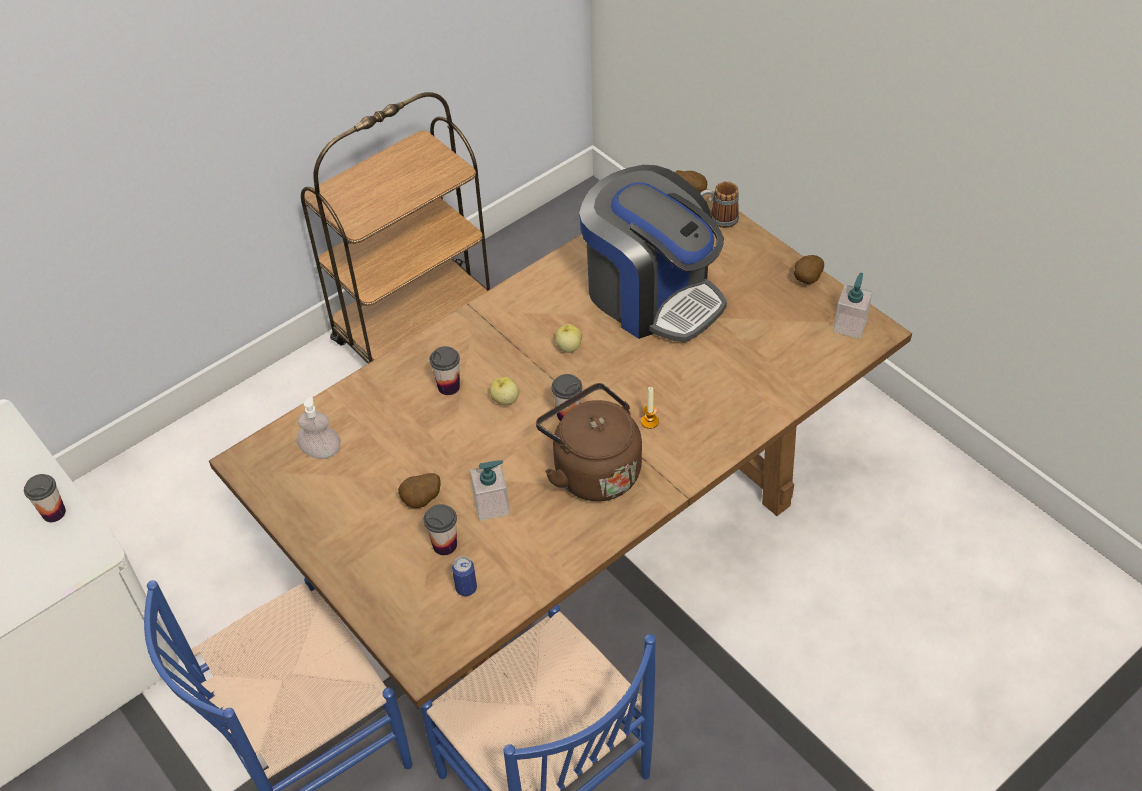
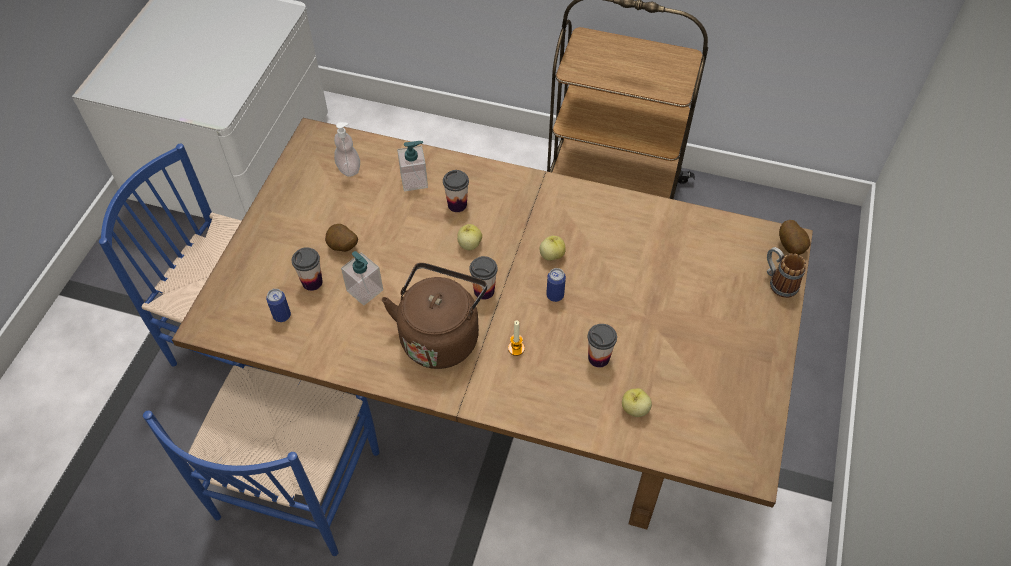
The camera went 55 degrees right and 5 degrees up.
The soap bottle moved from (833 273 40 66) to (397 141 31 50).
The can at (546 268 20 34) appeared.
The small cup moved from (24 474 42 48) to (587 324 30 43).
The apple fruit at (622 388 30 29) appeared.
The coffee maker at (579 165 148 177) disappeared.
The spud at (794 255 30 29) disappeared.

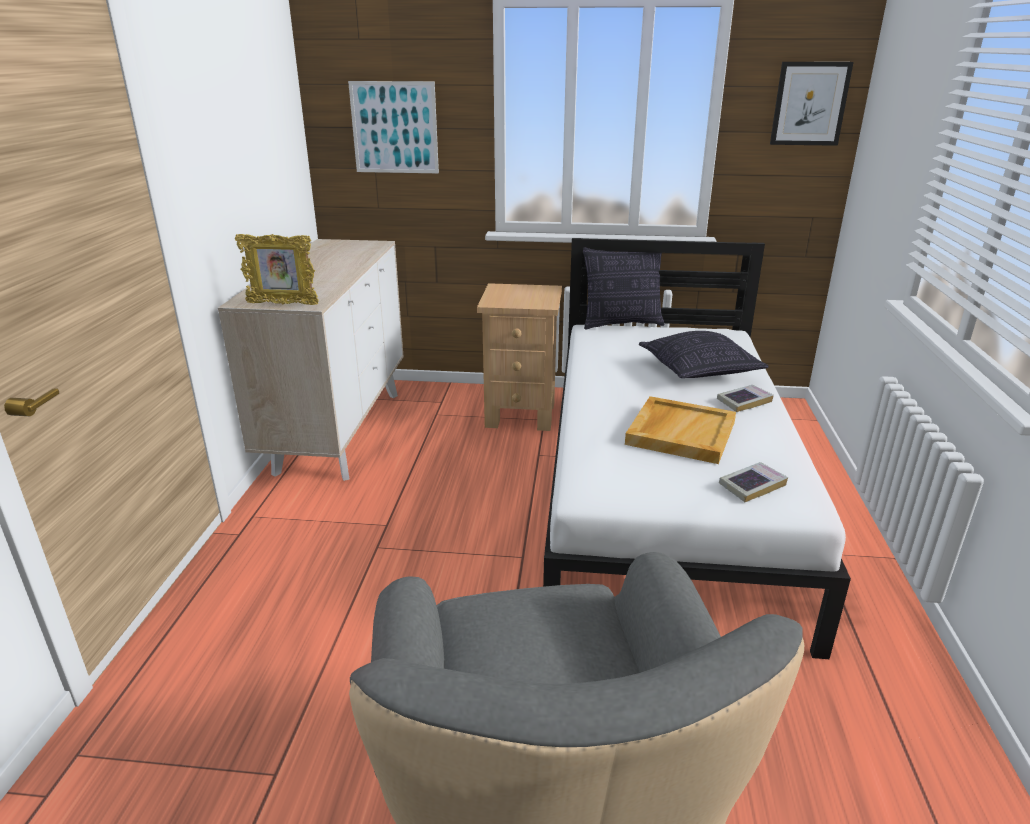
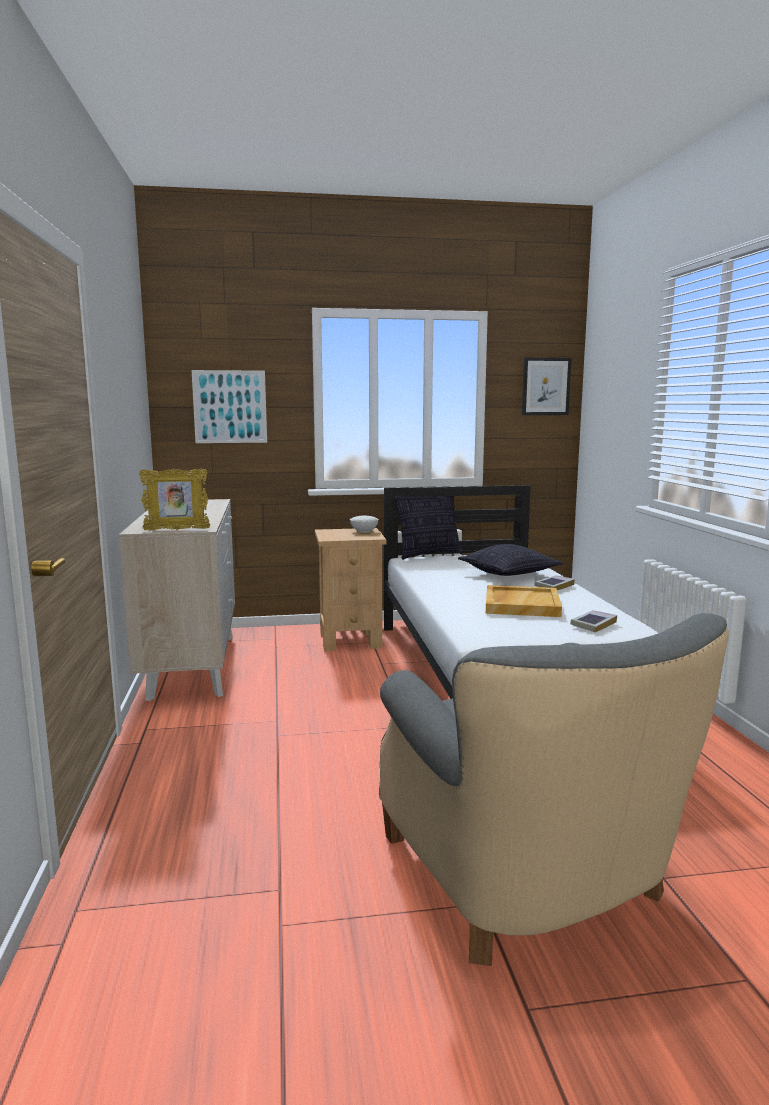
The camera went 15 degrees left and 15 degrees down.
The serving bowl/whitish at (350 516 28 17) appeared.

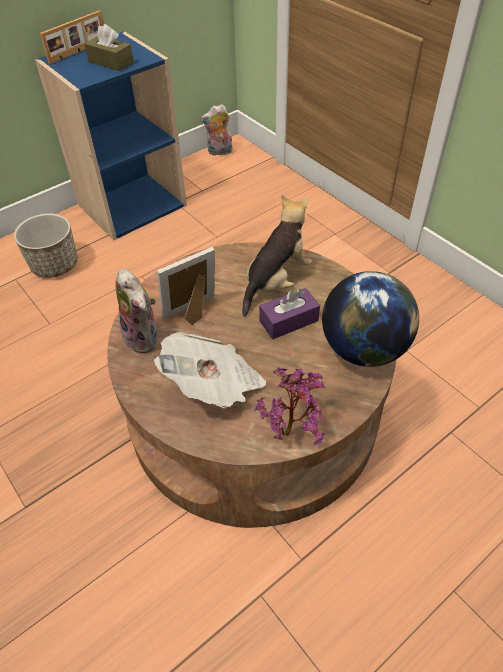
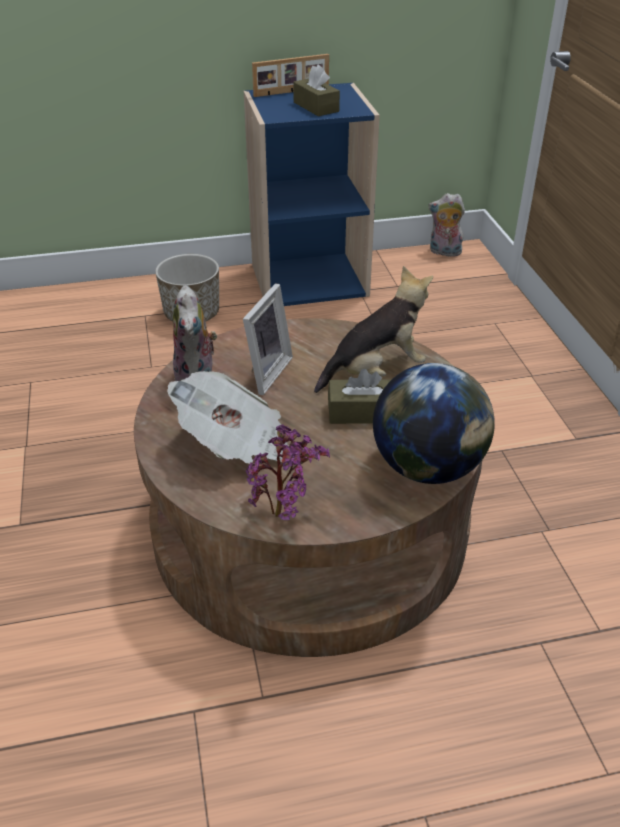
The camera went 25 degrees right and 10 degrees down.
The photo frame at (157 247 58 78) turned 120 degrees clockwise.
The box of tissues/purplish at (259 288 61 51) became the box of tissues/brown at (328 369 63 55).

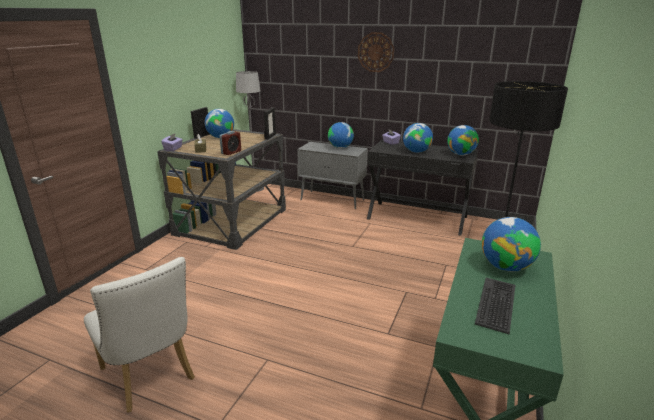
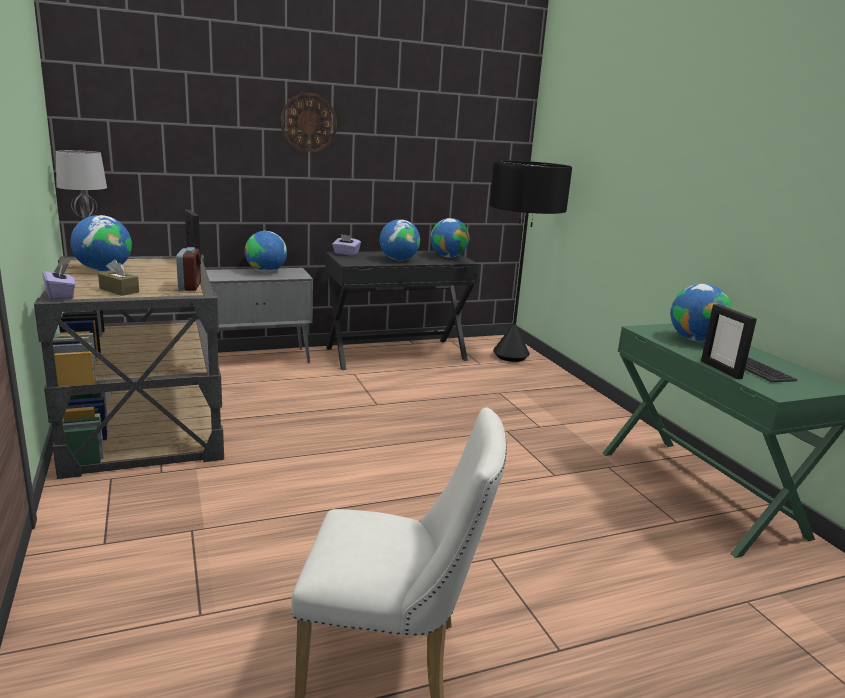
The camera went 45 degrees left and 5 degrees down.
The photo frame moved from (191 107 18 32) to (701 304 56 75).

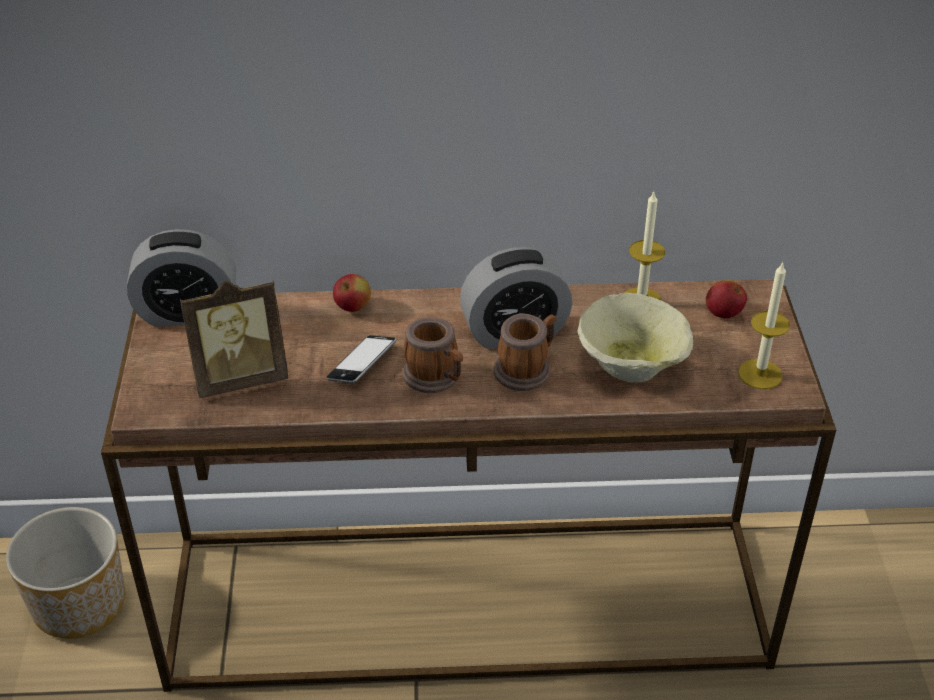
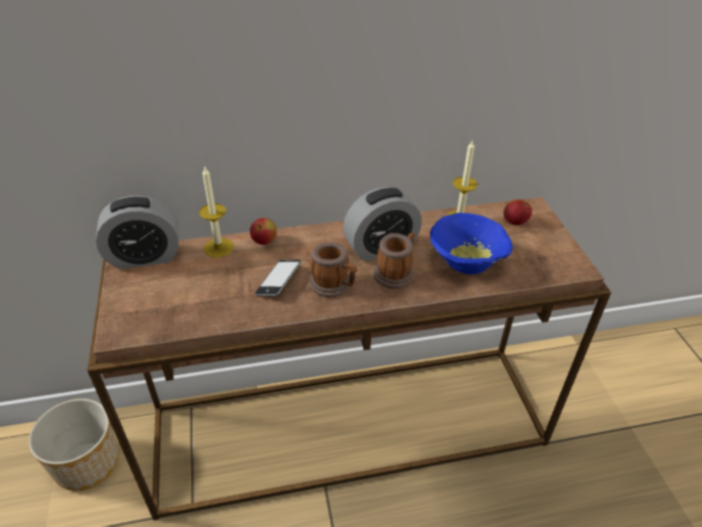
The camera went 10 degrees left and 0 degrees up.
The wax candle moved from (738 261 52 128) to (199 165 35 93).
The serving bowl/sand-coloured at (577 293 116 90) became the serving bowl/blue at (430 213 83 62).
The photo frame at (180 280 109 118) disappeared.

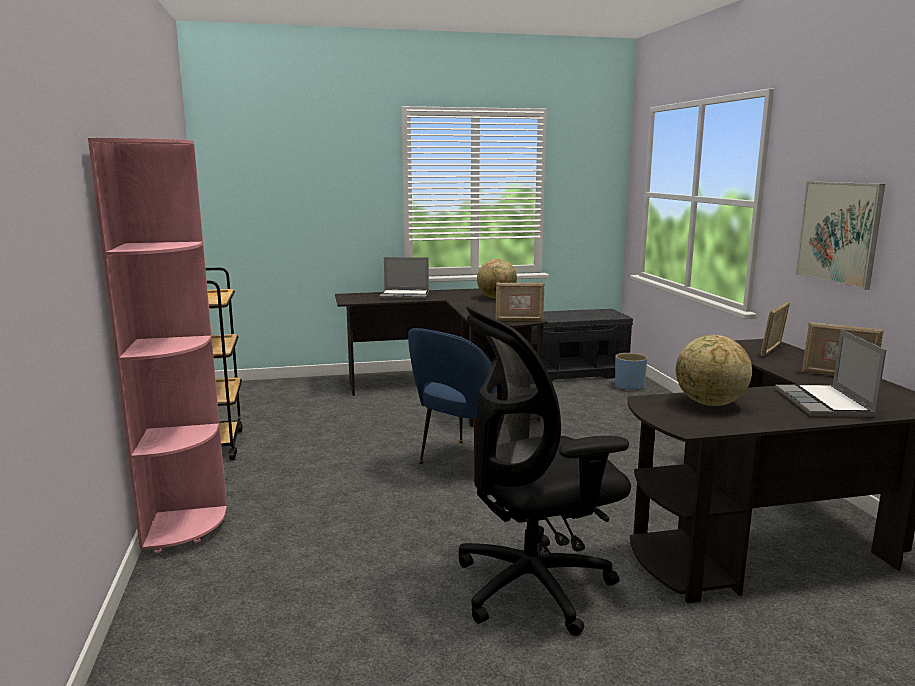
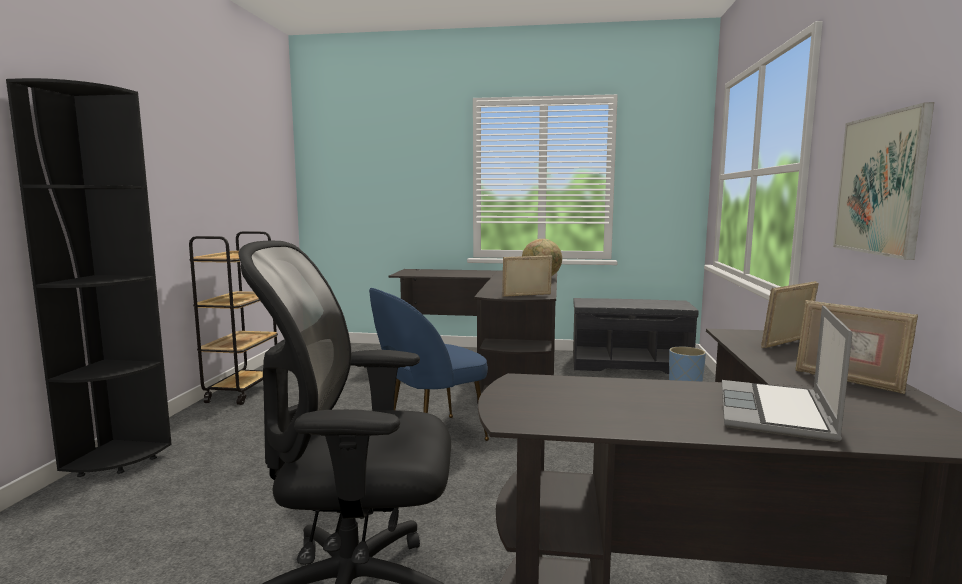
The camera went 20 degrees right and 5 degrees down.
The bookcase/pinkish at (88 138 139 415) became the bookcase/blackish at (6 78 166 399).
The photo frame at (495 283 49 38) turned 150 degrees clockwise.
The notebook computer at (380 257 49 43) disappeared.
The globe at (676 335 76 71) disappeared.

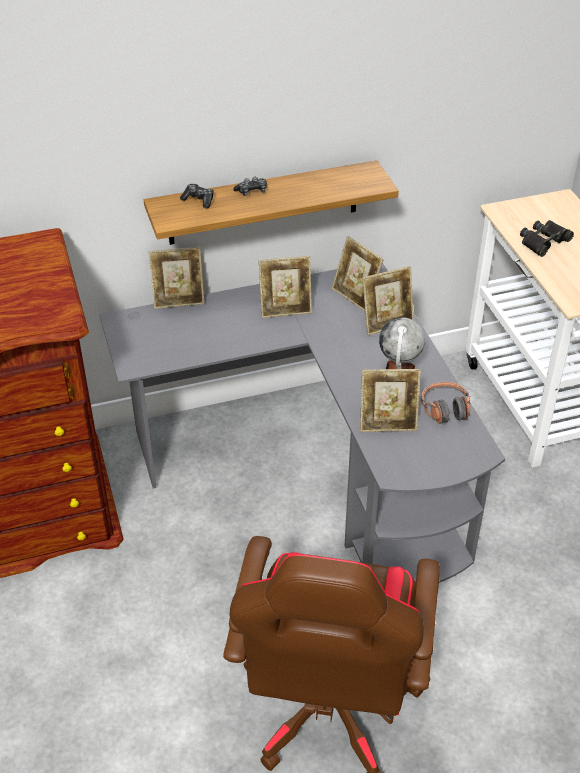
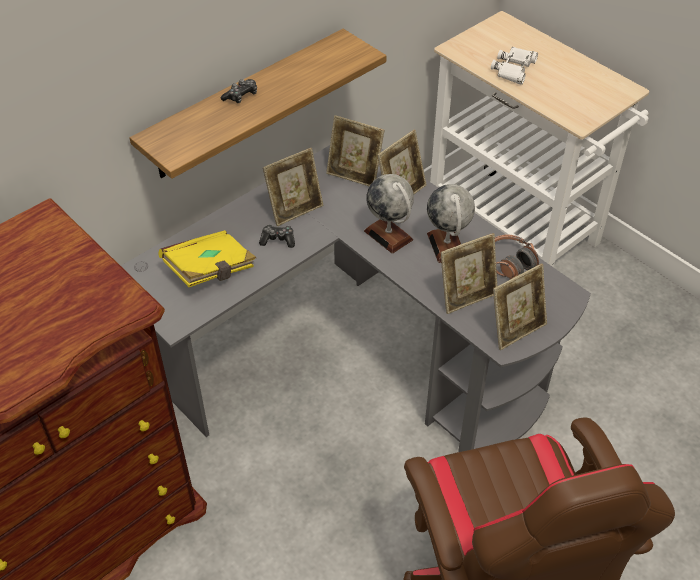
The camera went 25 degrees left and 5 degrees up.
The volume/yellowish at (159 230 97 57) appeared.
The joypad moved from (180 184 34 24) to (259 224 36 24).
The globe at (364 174 50 80) appeared.
The pair of binoculars/blackish at (520 220 54 37) became the pair of binoculars/whitish at (491 47 47 38).
The photo frame moved from (149 247 56 62) to (493 263 54 87).

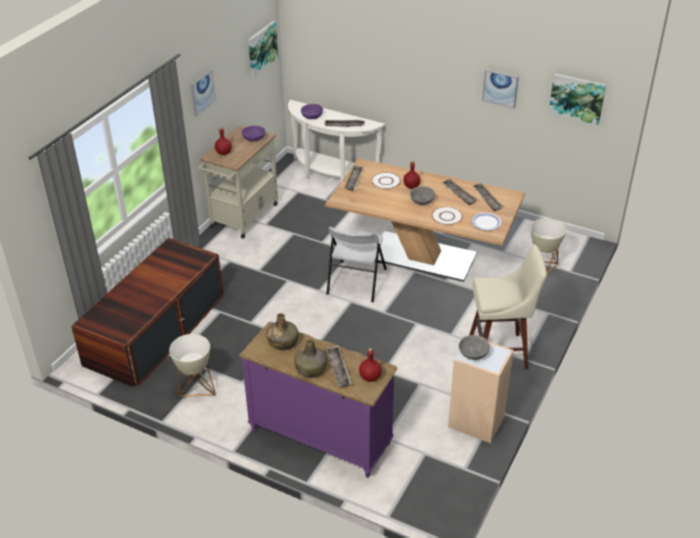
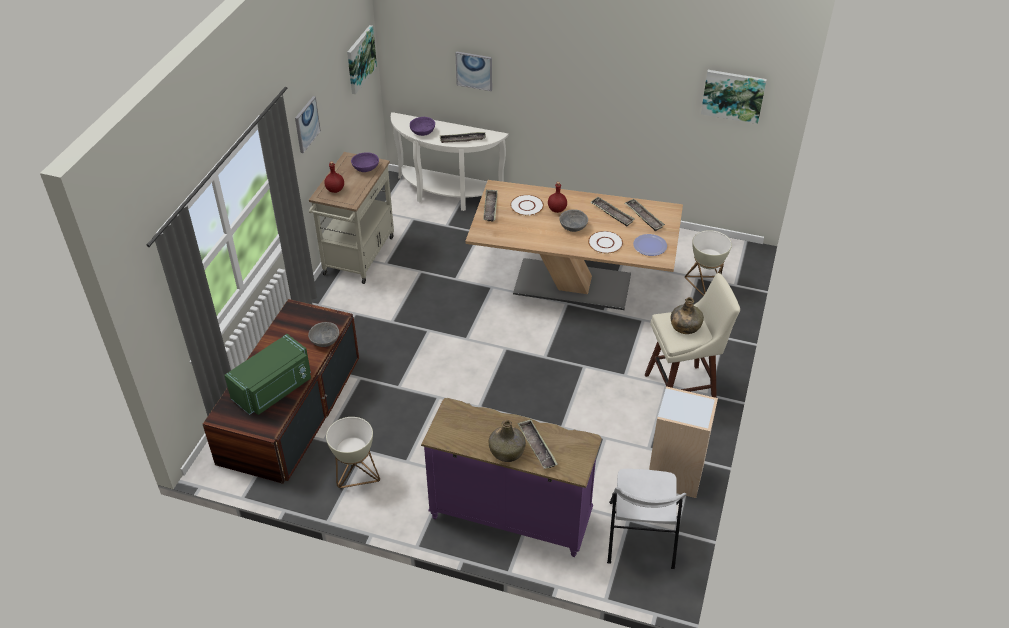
The camera went 10 degrees left and 5 degrees up.
The kitchen microwave/greenish at (224 334 87 81) appeared.
The serving bowl/grey moved from (459 335 31 25) to (308 322 31 25).
The picture moved from (482 69 37 39) to (456 51 36 40).
The upright chair/whitish moved from (326 227 61 75) to (607 469 79 100).
The bottle/greenish moved from (266 313 33 37) to (671 297 33 37).
The bottle/reddish at (359 348 23 34) disappeared.

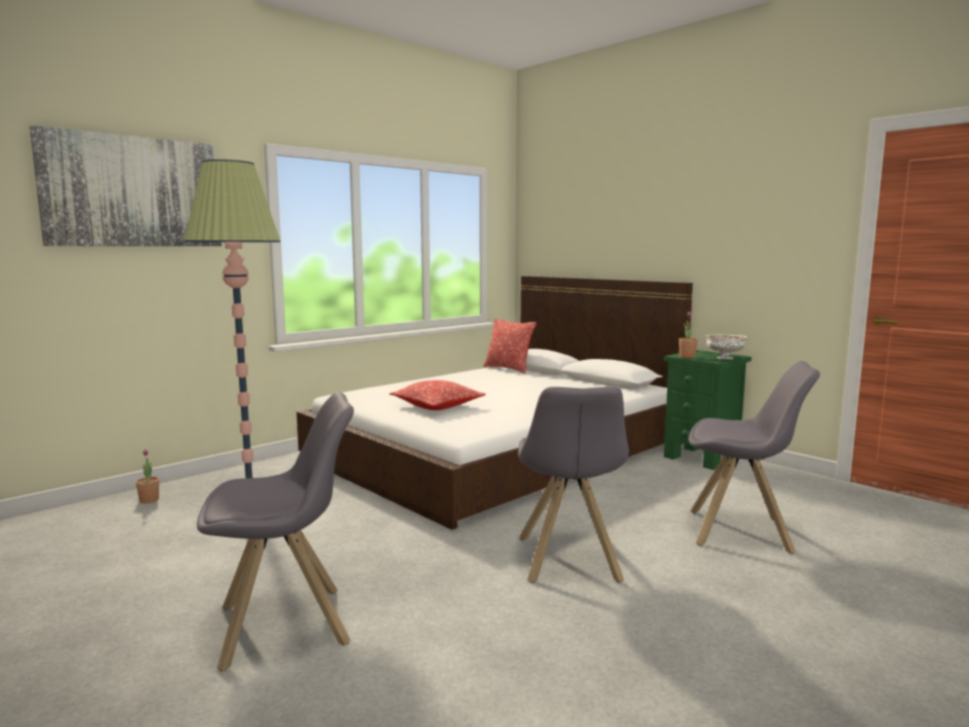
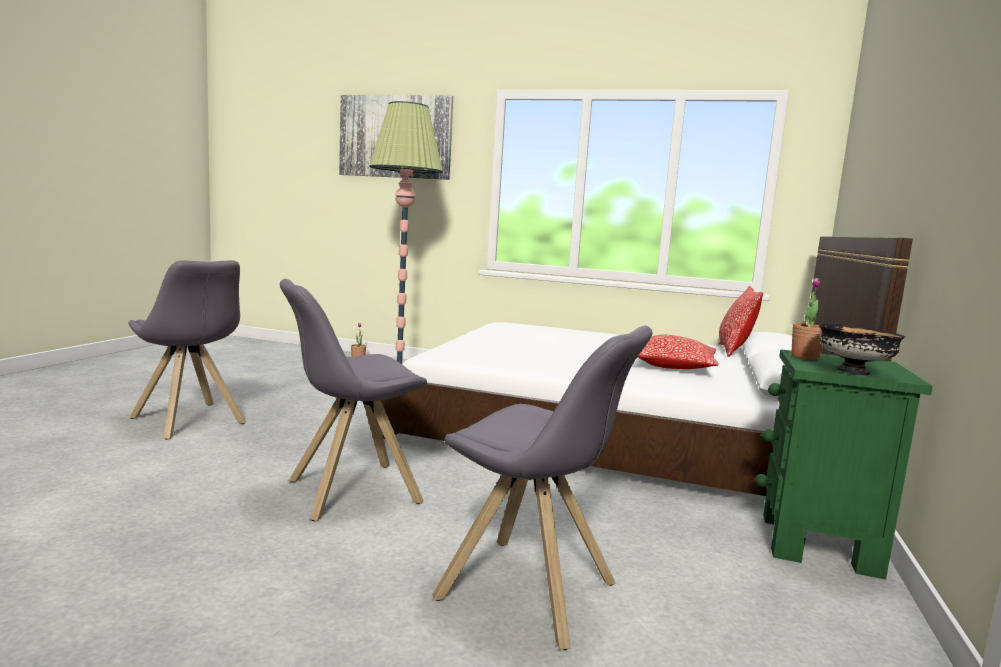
The camera went 60 degrees right and 0 degrees up.
The upright chair/grey at (689 361 131 193) turned 45 degrees counterclockwise.
The cushion moved from (389 380 97 30) to (638 335 81 34).
The serving bowl/whitish at (706 335 41 24) became the serving bowl/blackish at (819 324 86 51).

